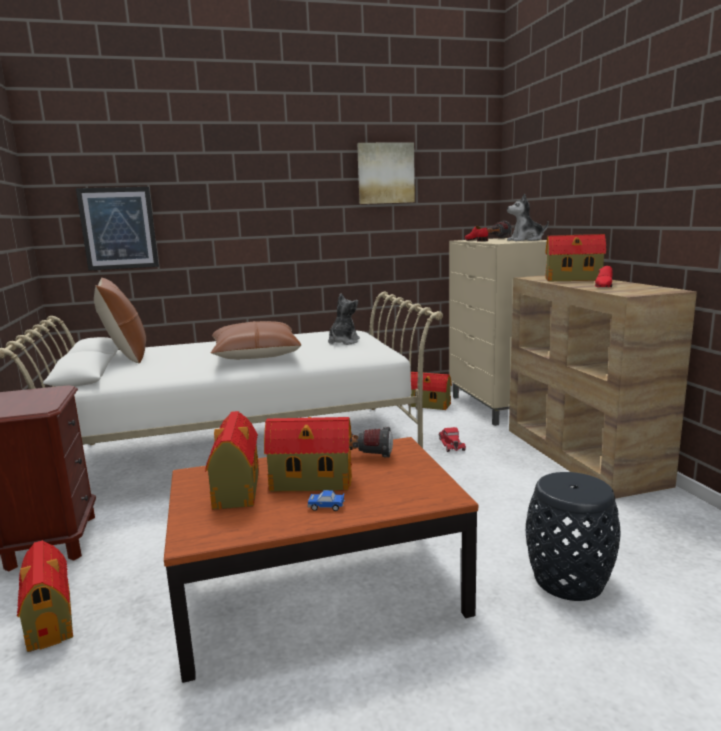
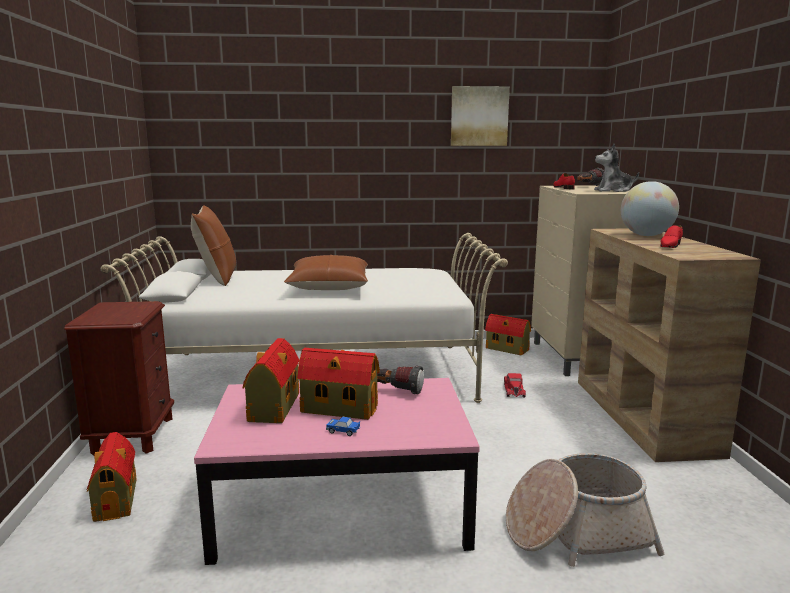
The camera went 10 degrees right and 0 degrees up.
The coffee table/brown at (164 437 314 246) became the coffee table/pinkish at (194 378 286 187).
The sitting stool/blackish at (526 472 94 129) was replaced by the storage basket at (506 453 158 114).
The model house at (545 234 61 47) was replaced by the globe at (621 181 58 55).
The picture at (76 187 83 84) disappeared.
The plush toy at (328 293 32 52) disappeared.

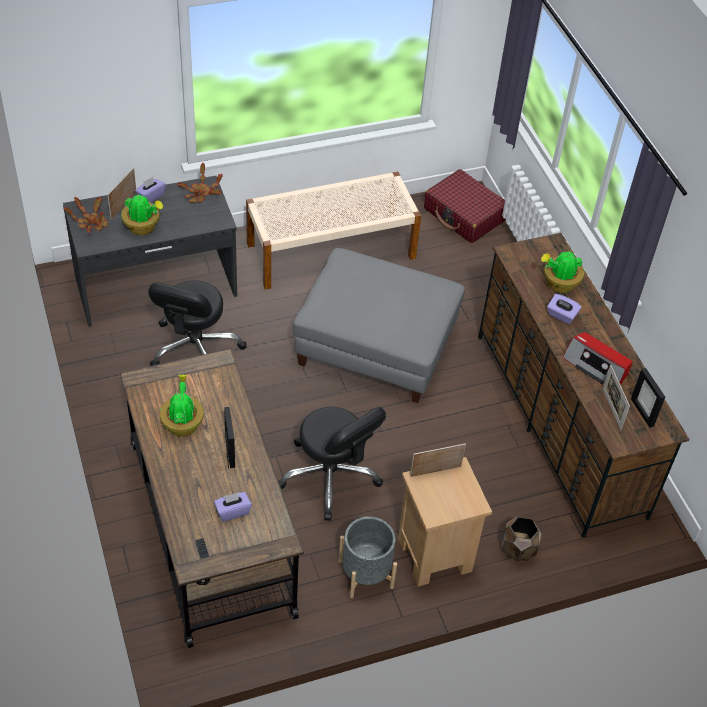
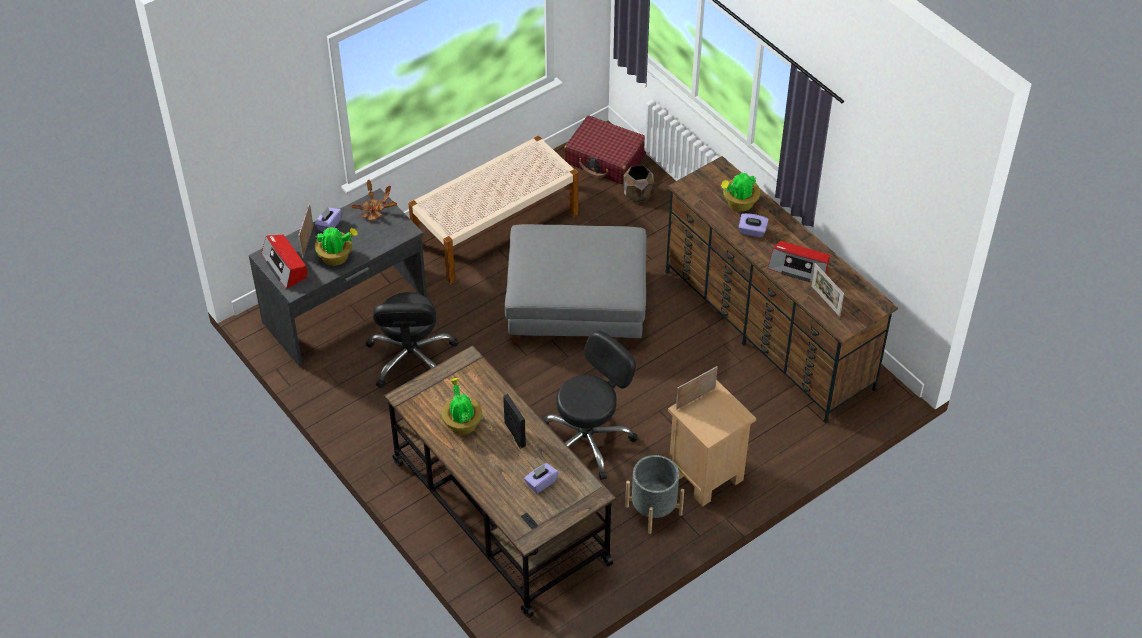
The camera went 15 degrees left and 0 degrees up.
The plant in a pot at (63 197 45 36) was replaced by the radio set at (261 235 46 54).
The office chair/blackish at (278 407 108 114) turned 75 degrees counterclockwise.
The flower pot/brown moved from (502 517 40 44) to (623 165 31 38).
The photo frame at (631 368 34 60) disappeared.

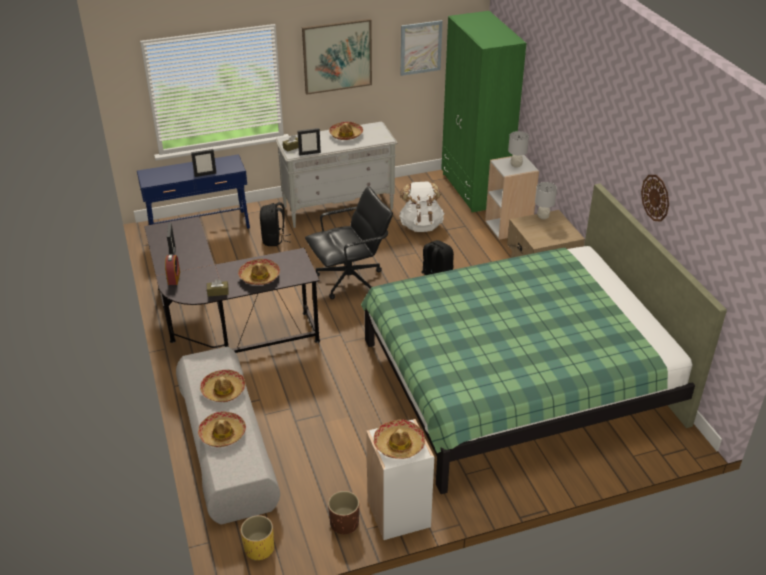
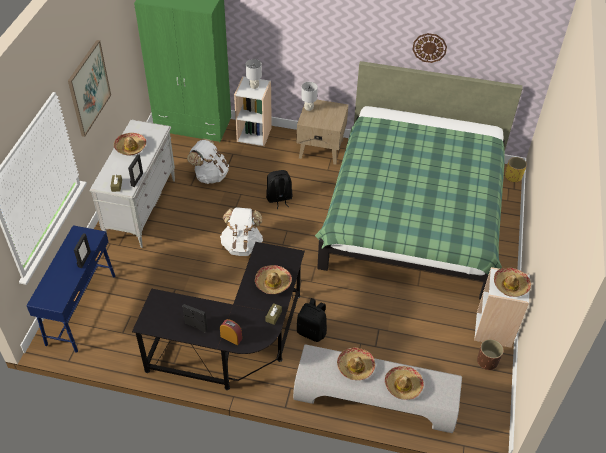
The camera went 60 degrees left and 10 degrees up.
The office chair/blackish at (305 186 88 113) was replaced by the knapsack/whitish at (220 207 44 49).
The knapsack/blackish moved from (260 202 31 44) to (296 298 31 44).
The flower pot/yellowish moved from (241 515 33 46) to (505 157 22 25).
The picture at (401 20 42 56) disappeared.

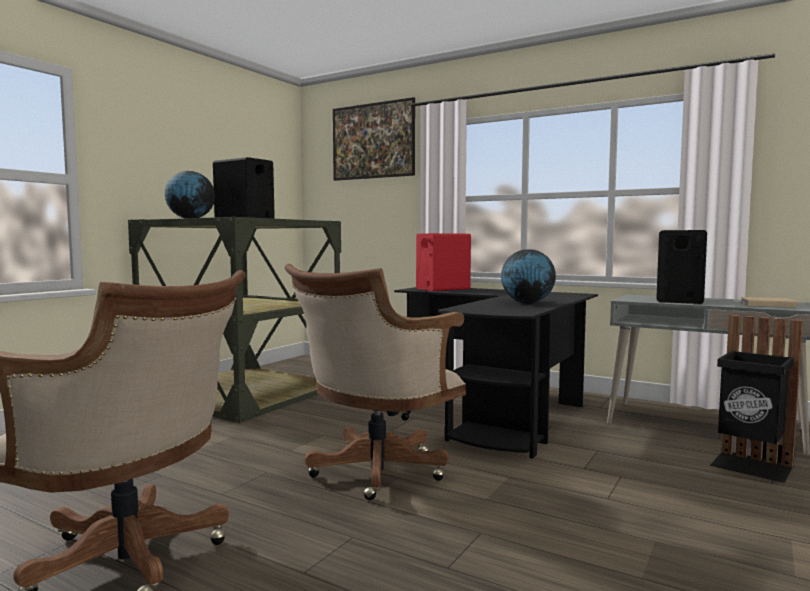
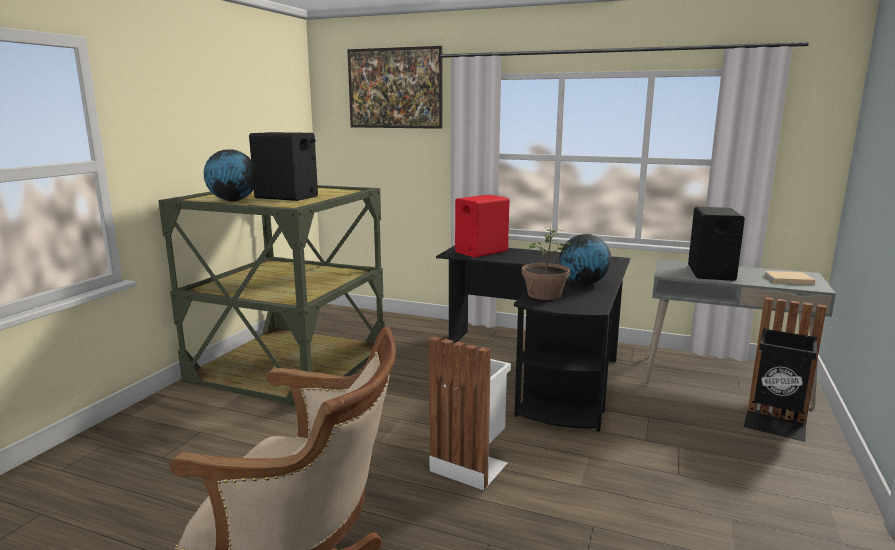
The camera went 10 degrees left and 10 degrees up.
The office chair at (285 264 181 236) was replaced by the rubbish bin/whitish at (429 336 82 154).
The plant in a pot at (522 226 49 74) appeared.

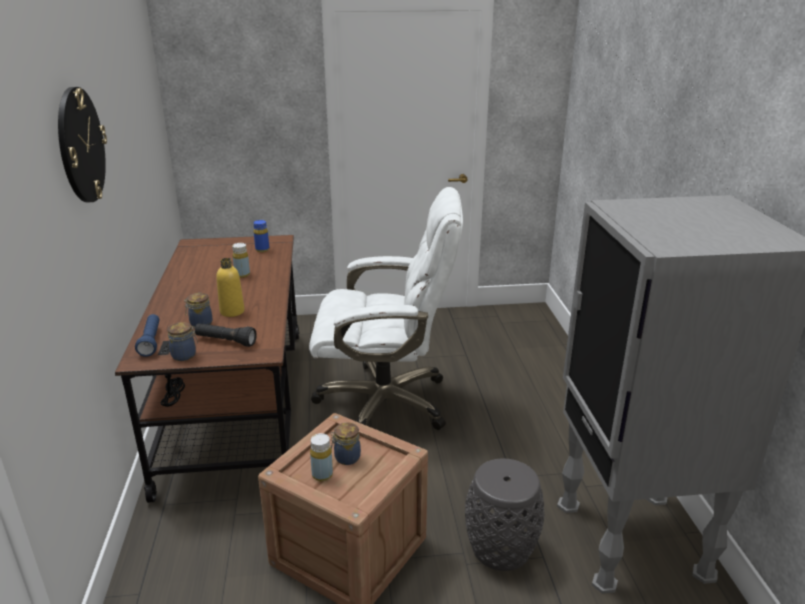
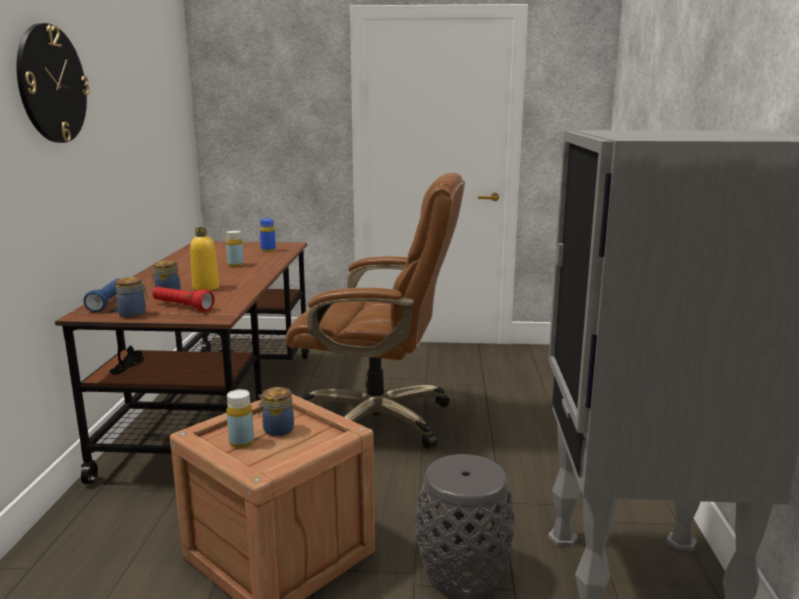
The camera went 10 degrees right and 10 degrees down.
The torch/blackish at (195 323 62 24) became the torch/reddish at (153 287 62 25).
The office chair/whitish at (309 187 154 243) became the office chair/brown at (286 173 179 276).

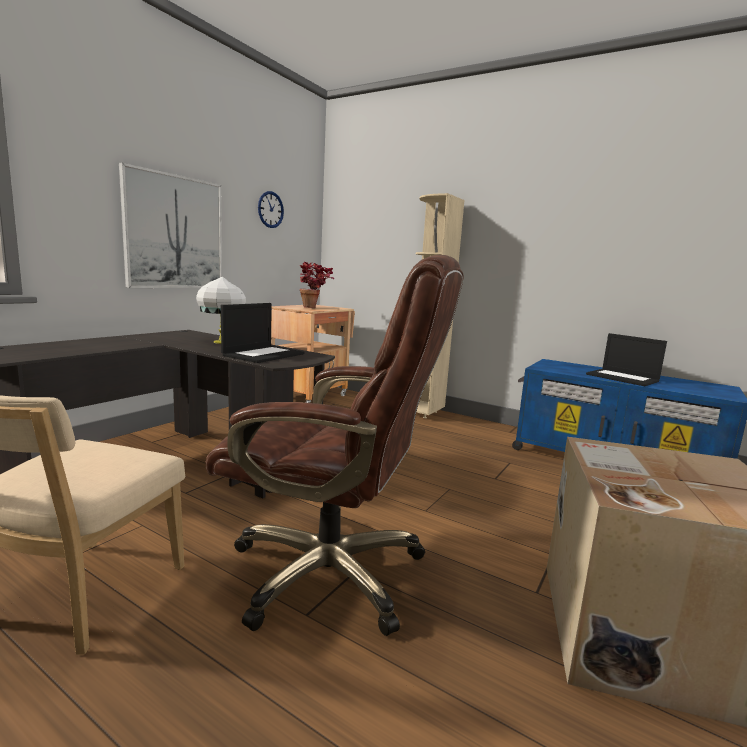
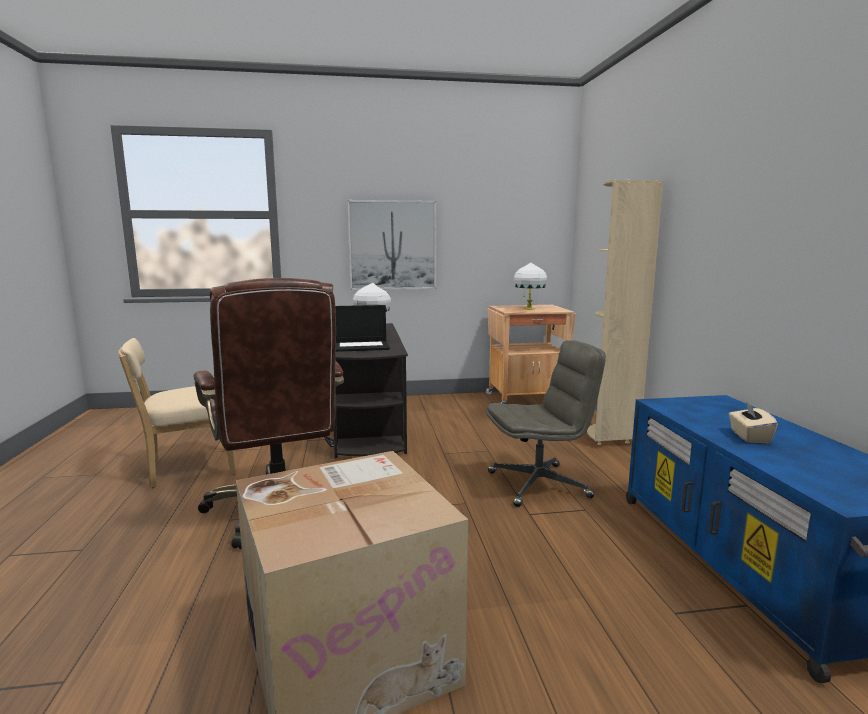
The camera went 50 degrees right and 0 degrees up.
The office chair/grey at (487 340 119 167) appeared.
The plant in a pot at (300 262 34 46) was replaced by the tabletop lamp/whitish at (514 263 33 47).
The notebook computer at (586 333 81 53) was replaced by the box of tissues/sand-coloured at (729 402 49 41).
The hanging clock at (258 191 26 37) disappeared.

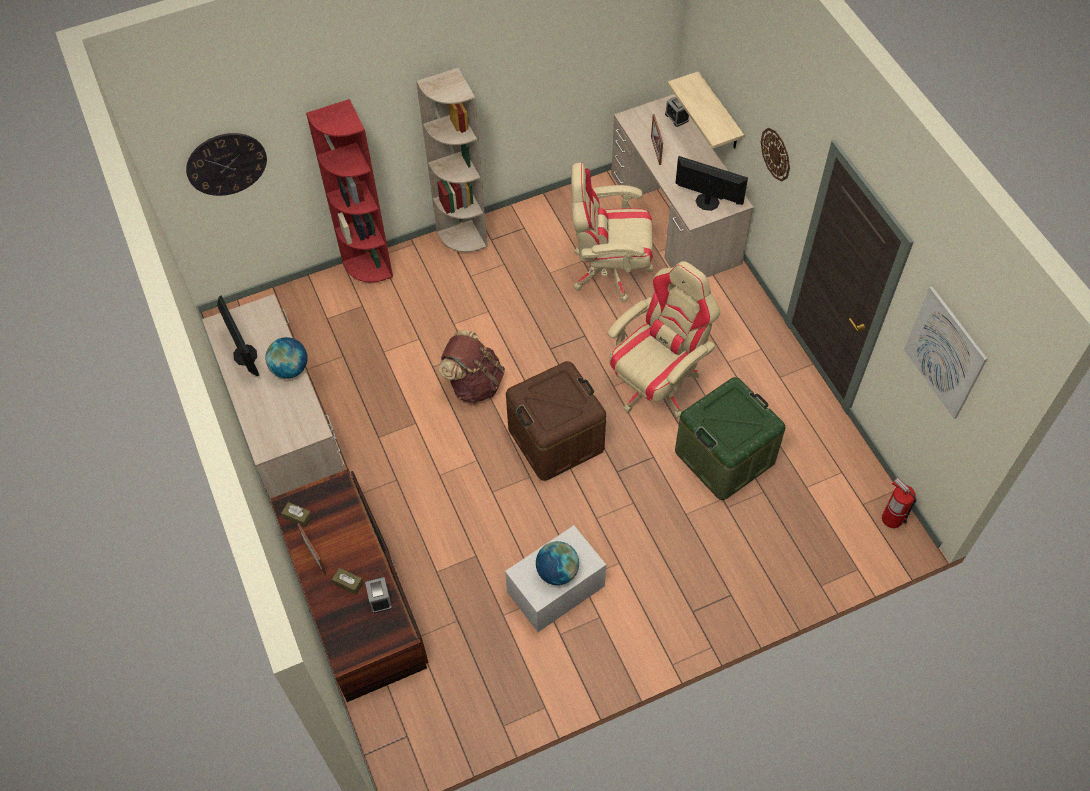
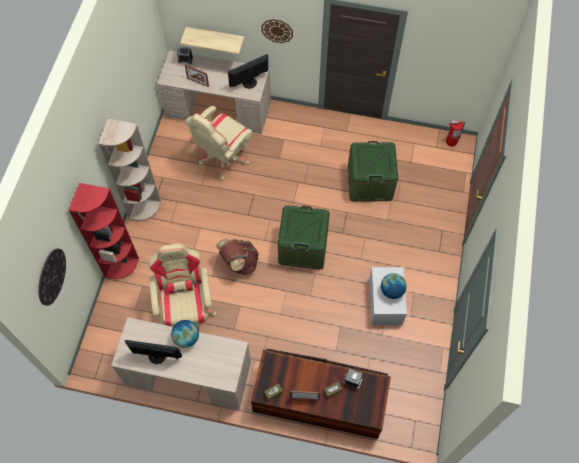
The camera went 55 degrees left and 5 degrees up.
The office chair/sand-coloured moved from (608 261 112 157) to (149 244 68 83).
The storage box/brown at (506 361 100 120) became the storage box/greenish at (278 205 52 64).
The picture at (904 286 84 133) disappeared.

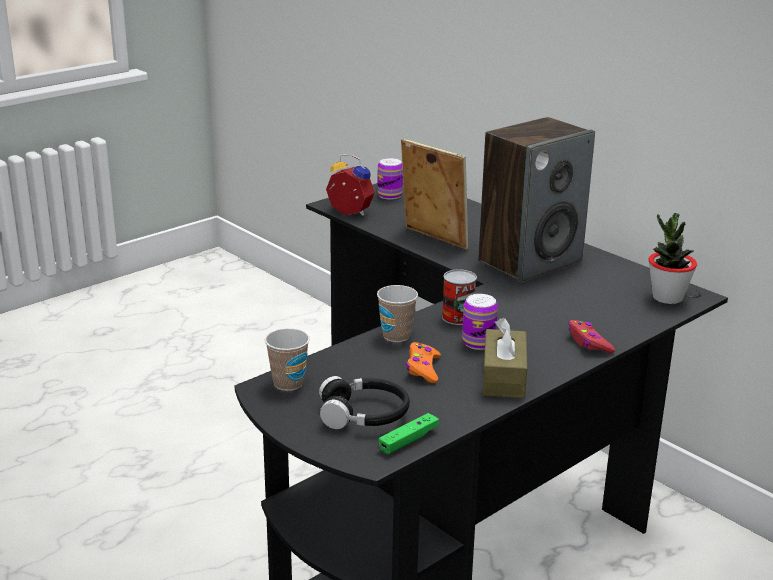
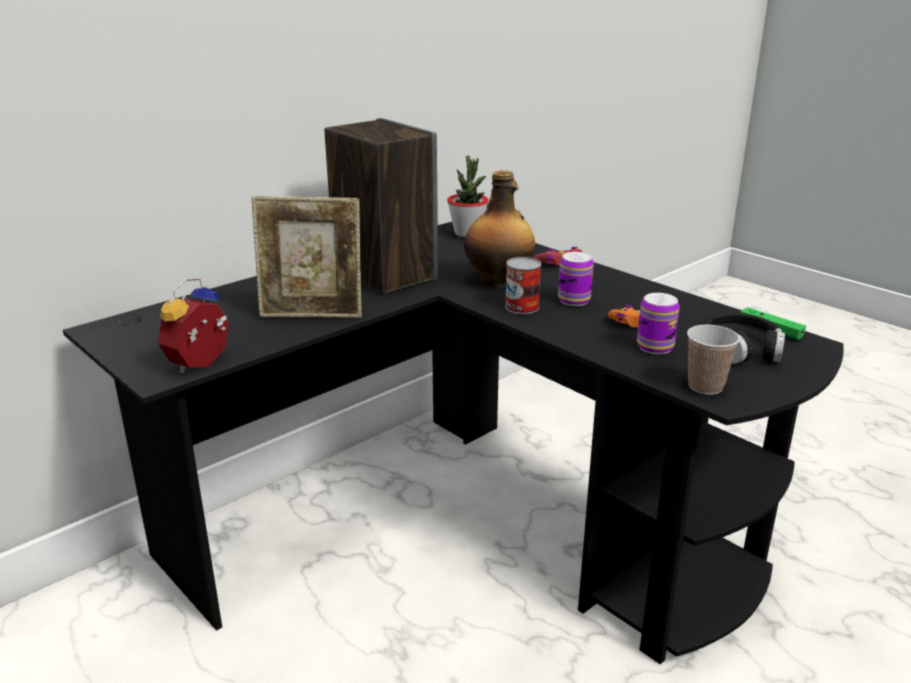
The camera went 90 degrees left and 0 degrees up.
The photo frame at (401 139 67 111) turned 135 degrees counterclockwise.
The bottle at (464 170 71 117) appeared.
The can moved from (377 158 26 41) to (637 293 43 61).
The small cup at (377 285 41 57) disappeared.
The box of tissues/brown at (483 318 44 80) disappeared.

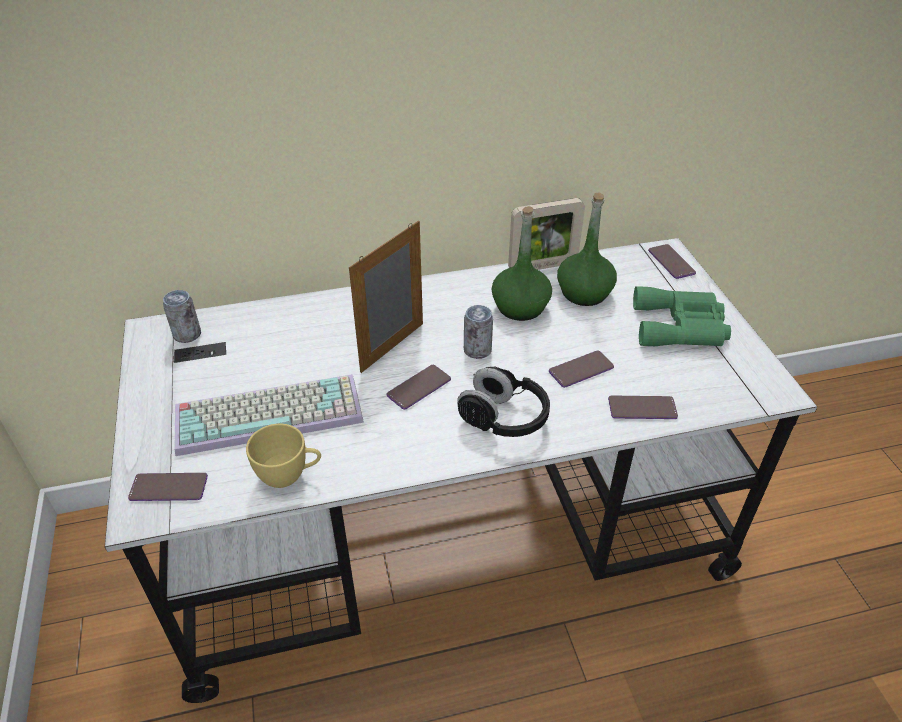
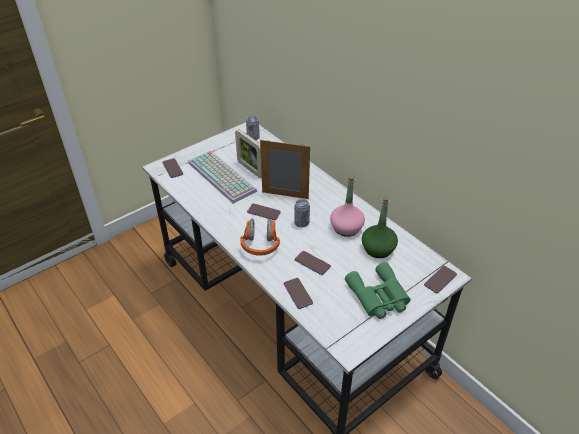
The camera went 65 degrees right and 0 degrees up.
The photo frame moved from (508 198 77 72) to (235 129 27 49).
The pair of headphones/blackish at (457 367 93 70) became the pair of headphones/orangey at (240 219 40 37).
The bottle/greenish at (491 206 61 115) became the bottle/pinkish at (330 176 35 61).
The small cup/yellowish at (246 424 75 64) disappeared.

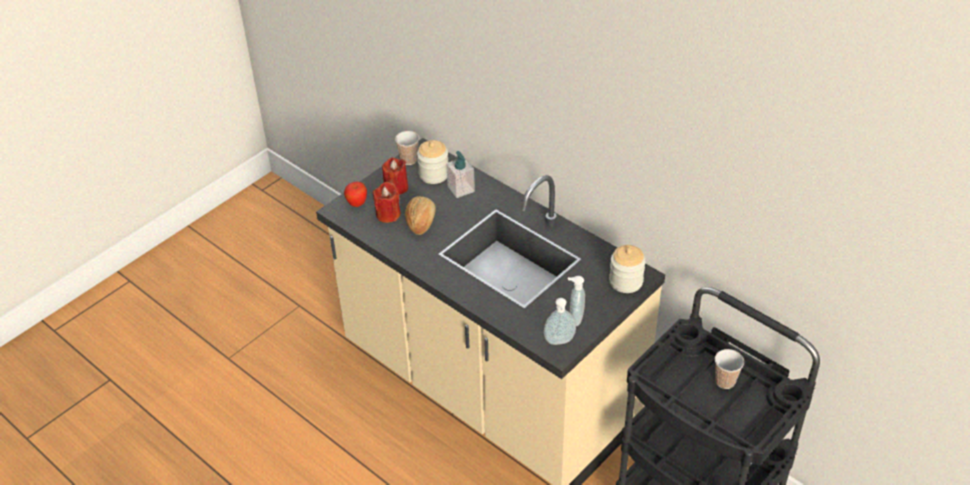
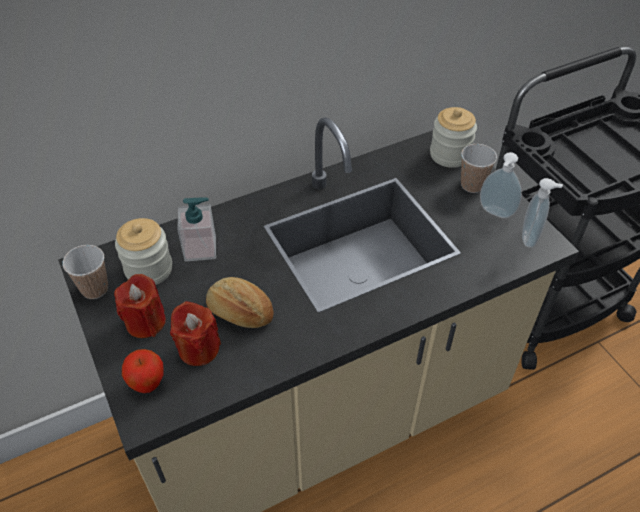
The camera went 70 degrees left and 5 degrees up.
The small cup moved from (715 349 29 40) to (461 144 36 49).

